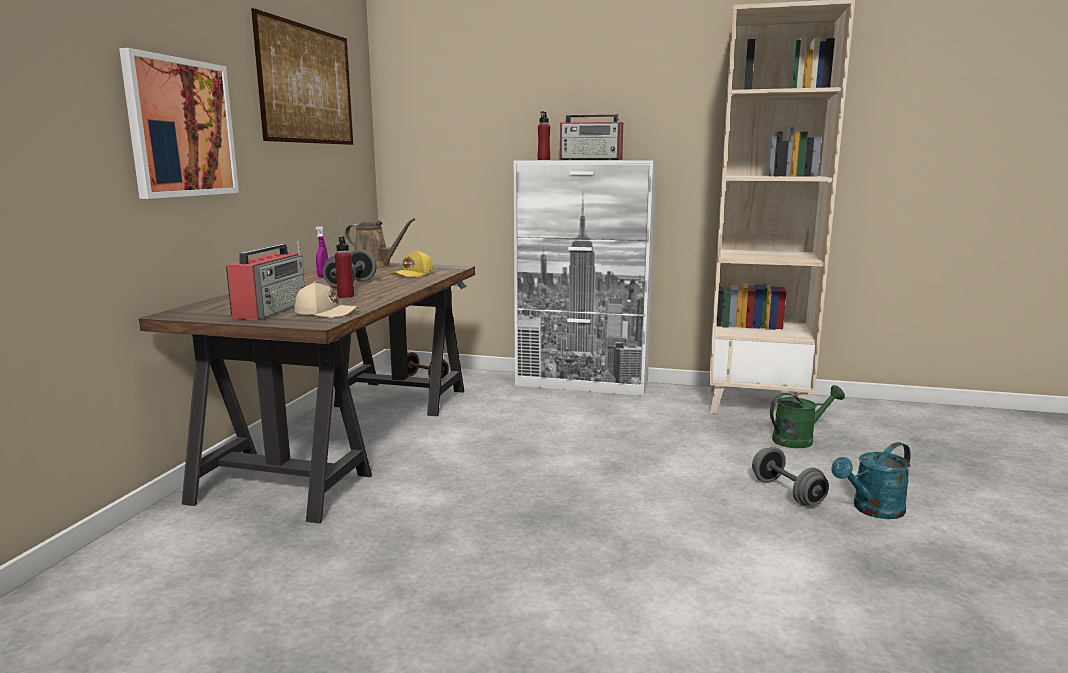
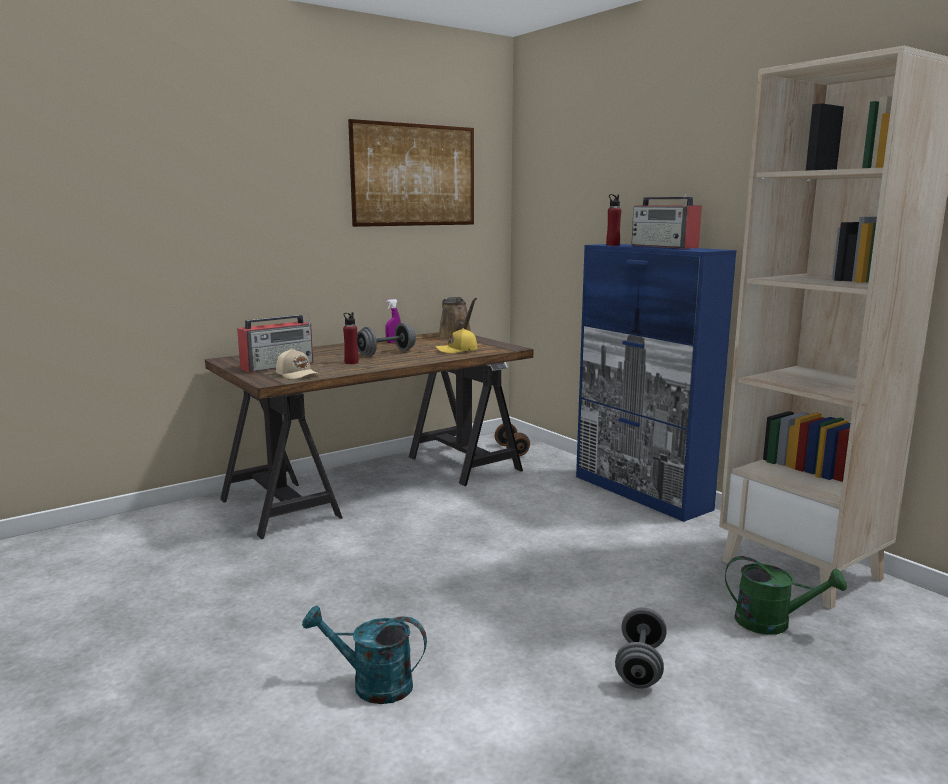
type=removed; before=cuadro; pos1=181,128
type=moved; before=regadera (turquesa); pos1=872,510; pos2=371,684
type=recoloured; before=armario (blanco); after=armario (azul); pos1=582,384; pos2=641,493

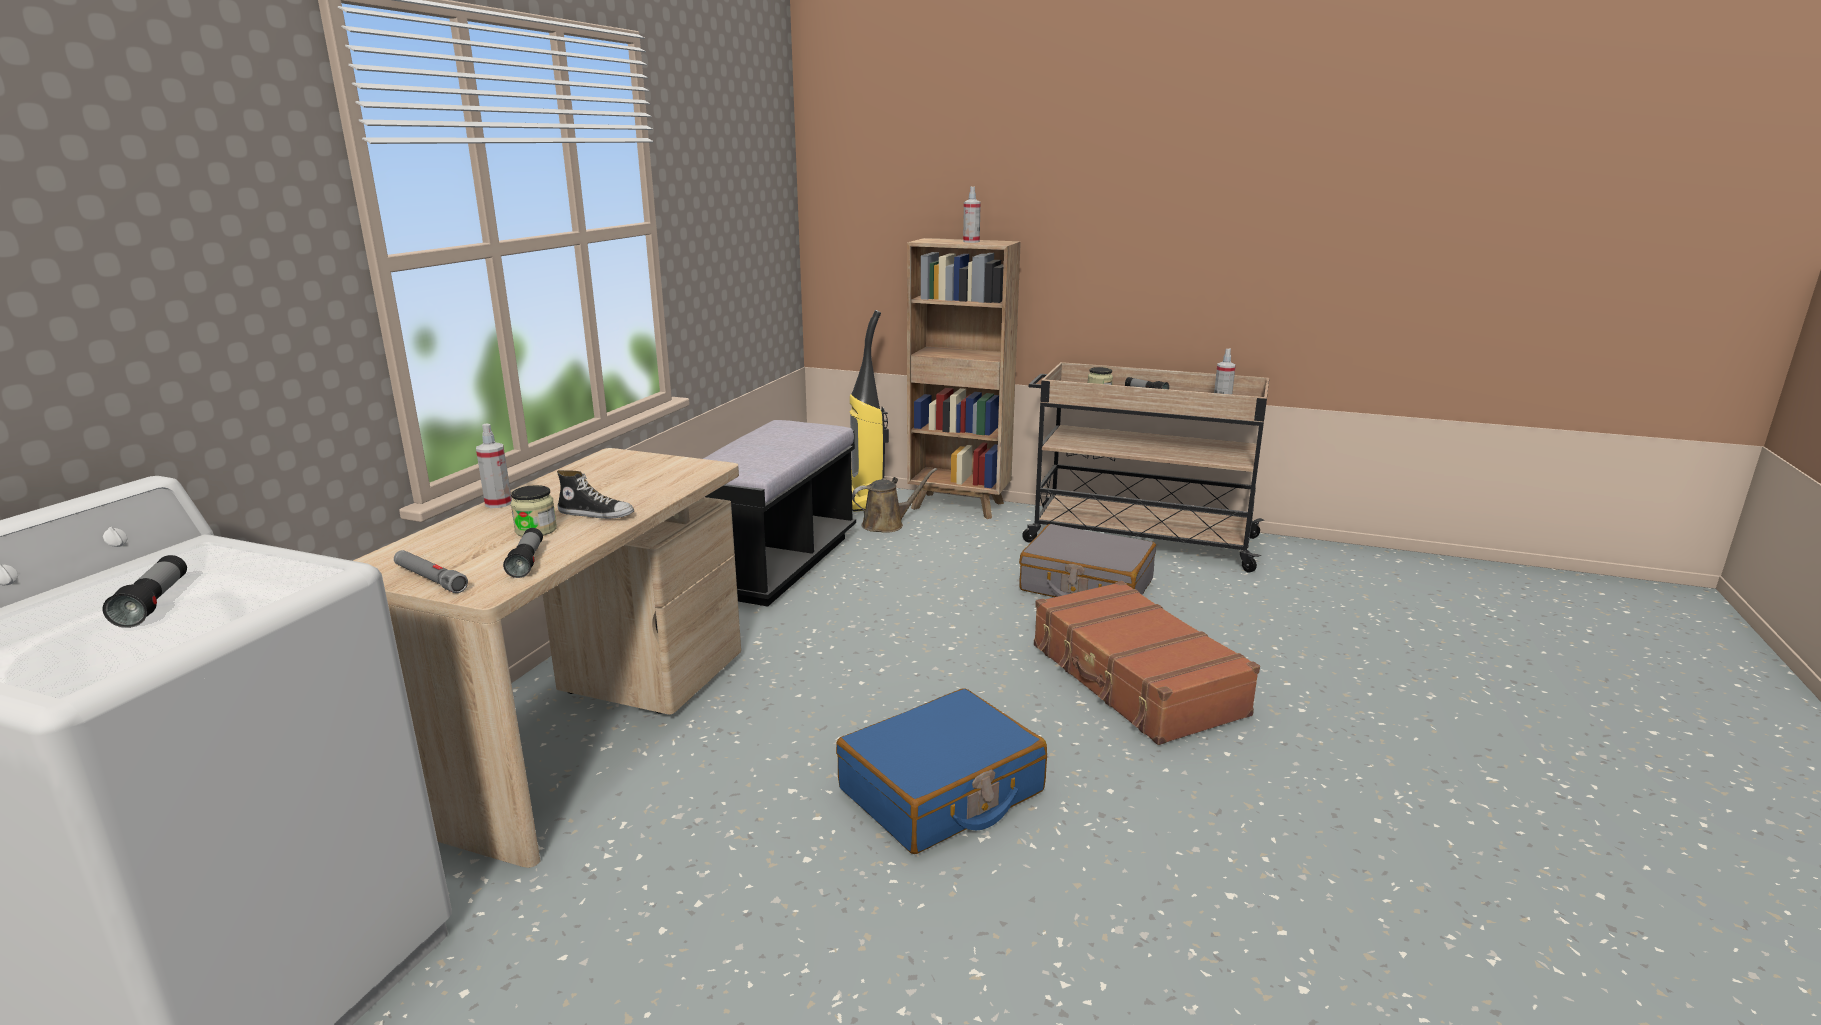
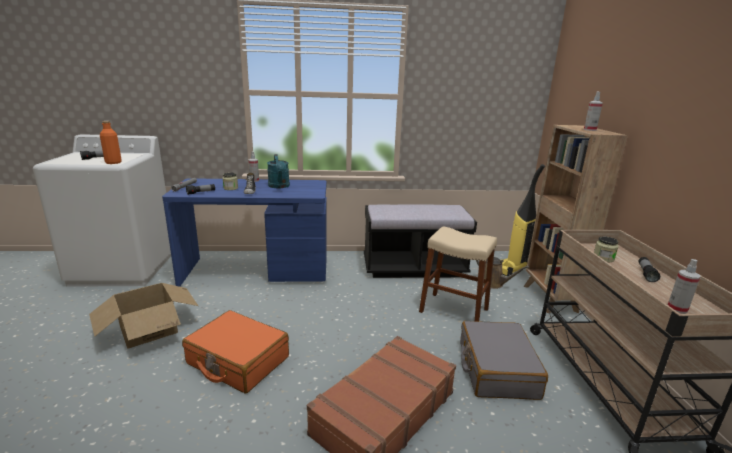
type=added; after=caja de cartón; pos2=149,329
type=added; after=botella (naranja); pos2=113,162
type=added; after=regadera (turquesa); pos2=279,186
type=added; after=taburete (beis); pos2=454,310
type=recoloured; before=escritorio (beis); after=escritorio (azul); pos1=588,729; pos2=257,271
type=recoloured; before=maleta (azul); after=maleta (naranja); pos1=942,791; pos2=237,361

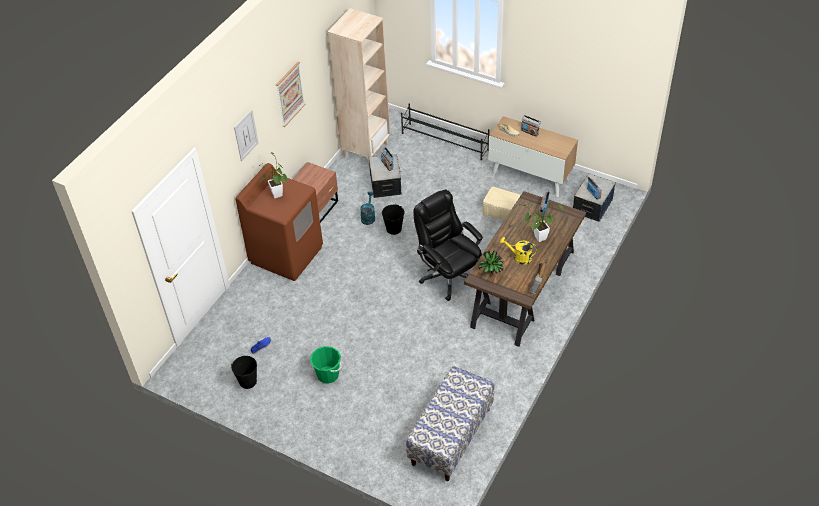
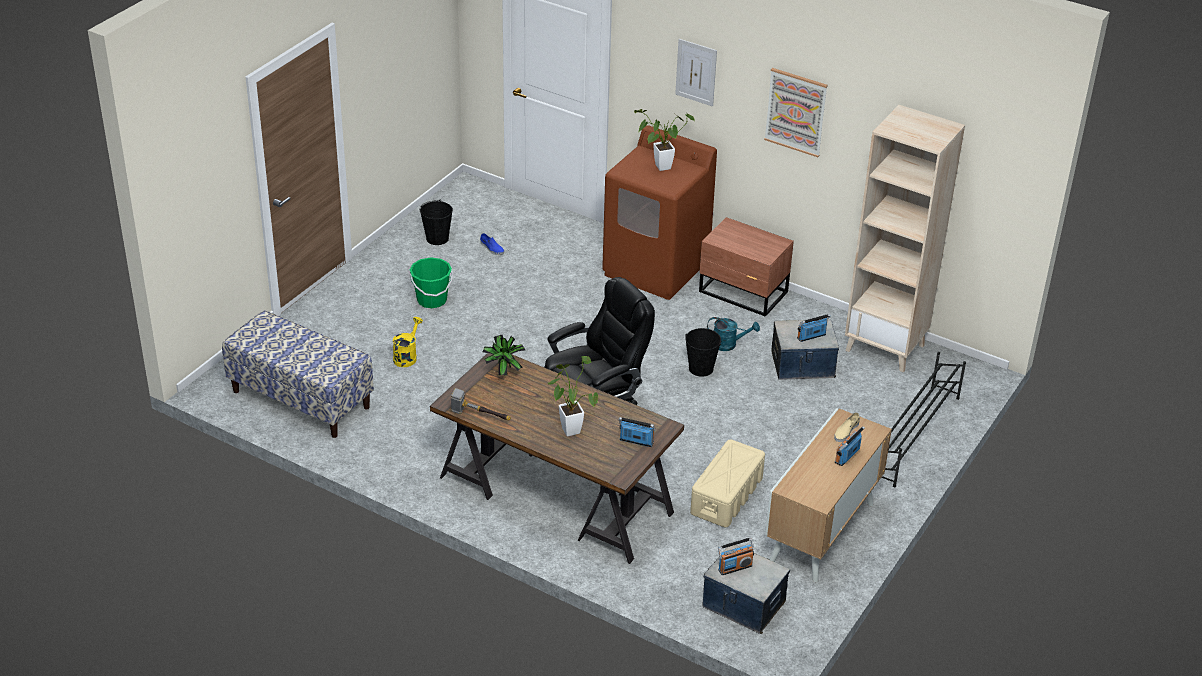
type=moved; before=regadera (amarillo); pos1=519,257; pos2=407,356

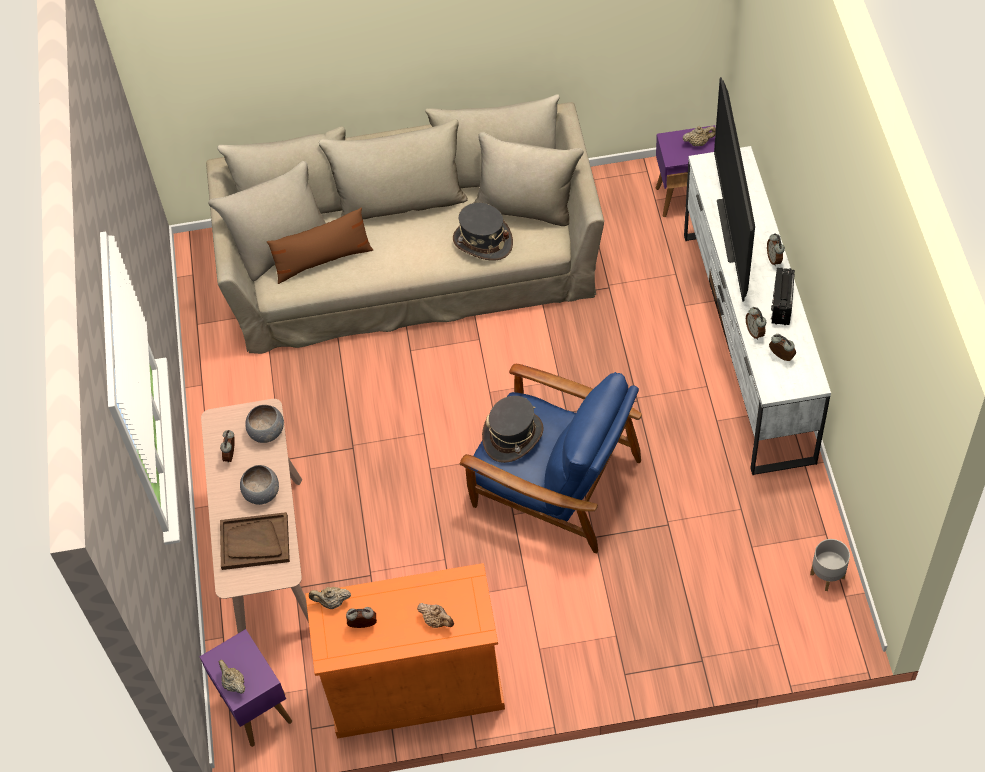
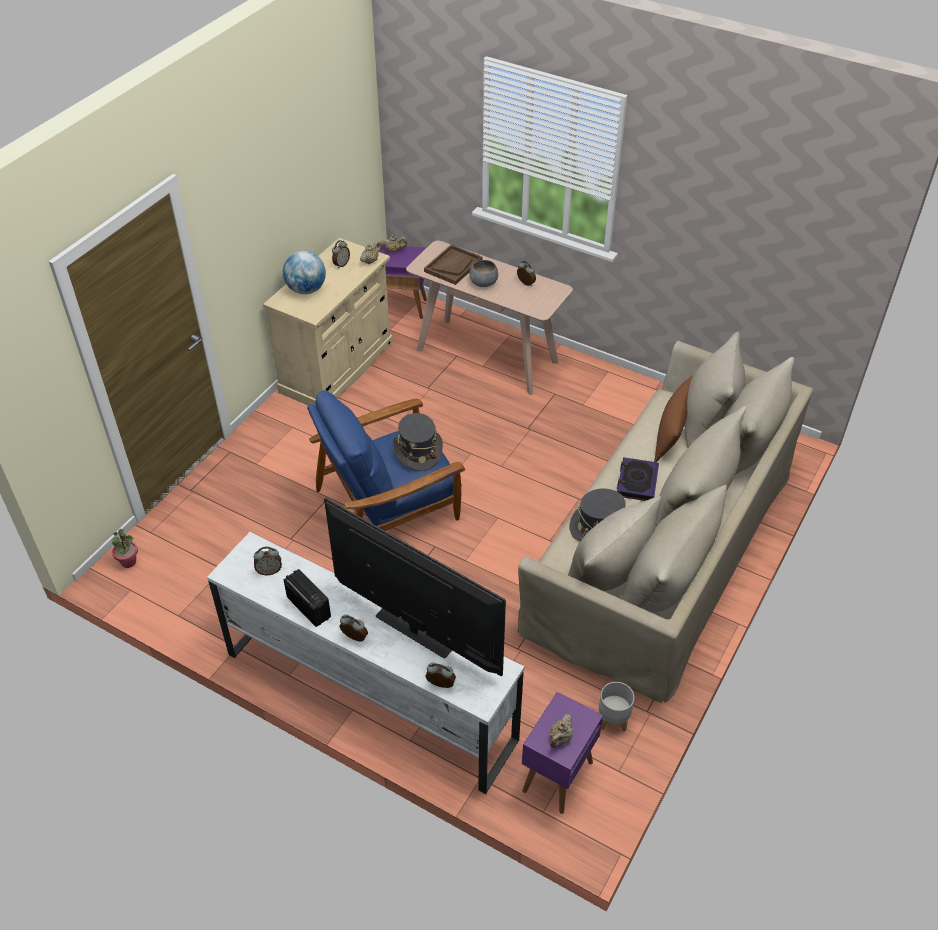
type=removed; before=cuenco (gris); pos1=266,432
type=added; after=planta en maceta; pos2=128,562
type=added; after=libro; pos2=637,482
type=moved; before=despertador; pos1=755,332; pos2=440,685
type=moved; before=maceta (gris); pos1=827,576; pos2=612,720
type=replaced; before=tetera (beis); after=globo terráqueo; pos1=437,621; pos2=306,290
type=recoloured; before=armario (naranja); after=armario (beis); pos1=415,686; pos2=337,367

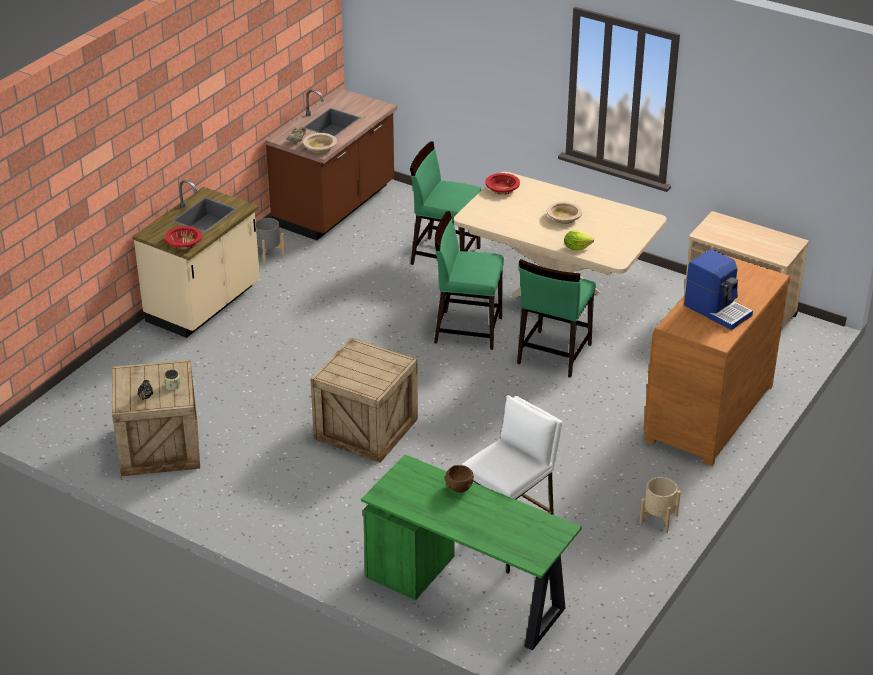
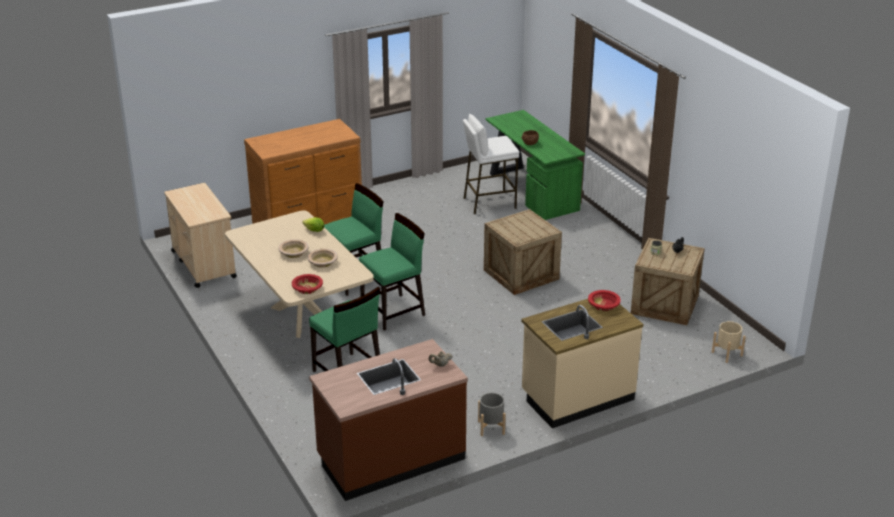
type=removed; before=cafetera; pos1=717,310
type=moved; before=cuenco (beis); pos1=320,148; pos2=322,262
type=moved; before=maceta (beis); pos1=658,519; pos2=727,354
type=turned; before=silla (verde); pos1=467,329; pos2=393,312; turn=-75

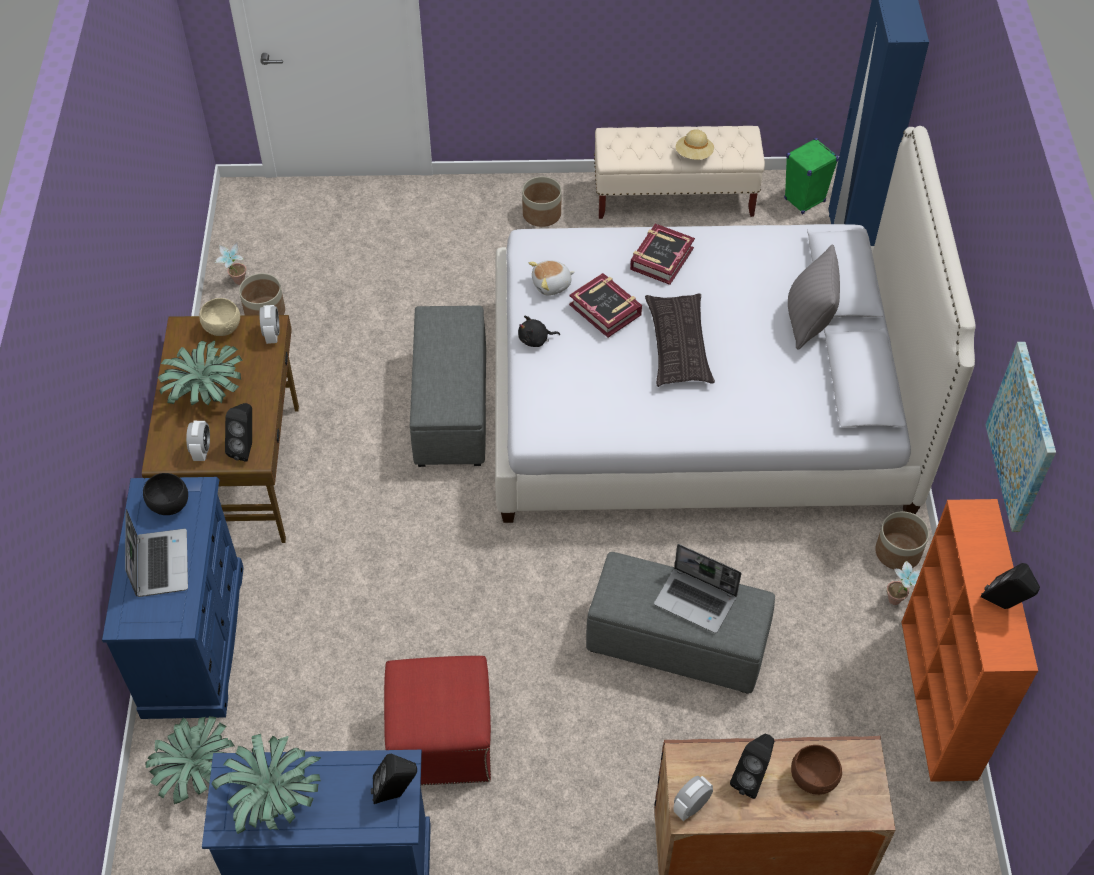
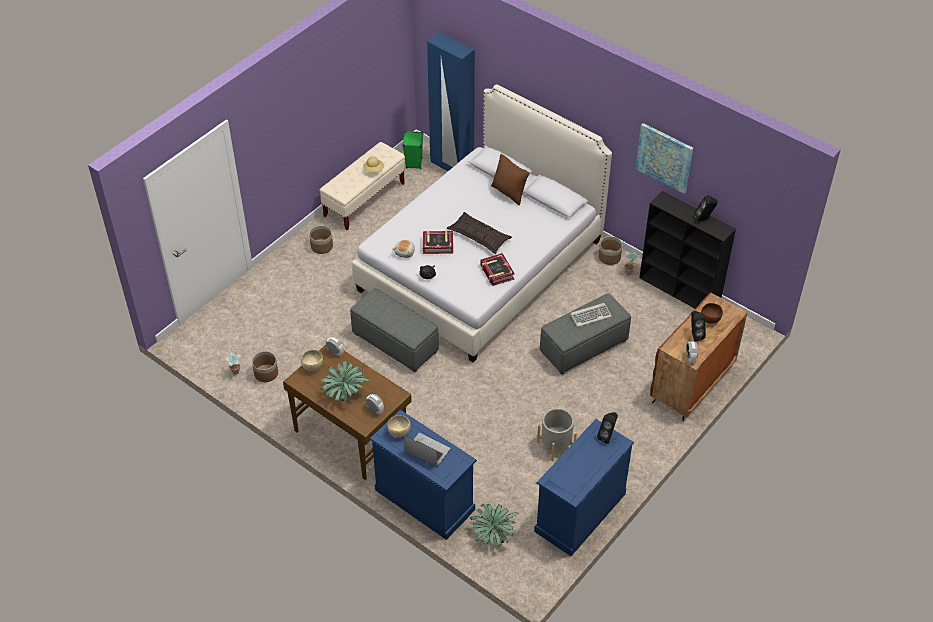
type=removed; before=planta en maceta; pos1=273,797
type=removed; before=altavoz (negro); pos1=246,448
type=moved; before=libro; pos1=661,258; pos2=496,272
type=replaced; before=puf (rojo); after=maceta (gris); pos1=440,741; pos2=556,446
type=replaced; before=portátil; after=teclado; pos1=696,601; pos2=590,315
type=recoloured; before=cuenco (negro); after=cuenco (beis); pos1=169,506; pos2=399,432
type=recoloured; before=cojín (gris); after=cojín (marrón); pos1=808,321; pos2=509,193
type=recoloured; before=estantería (naranja); after=estantería (negro); pos1=939,700; pos2=680,291

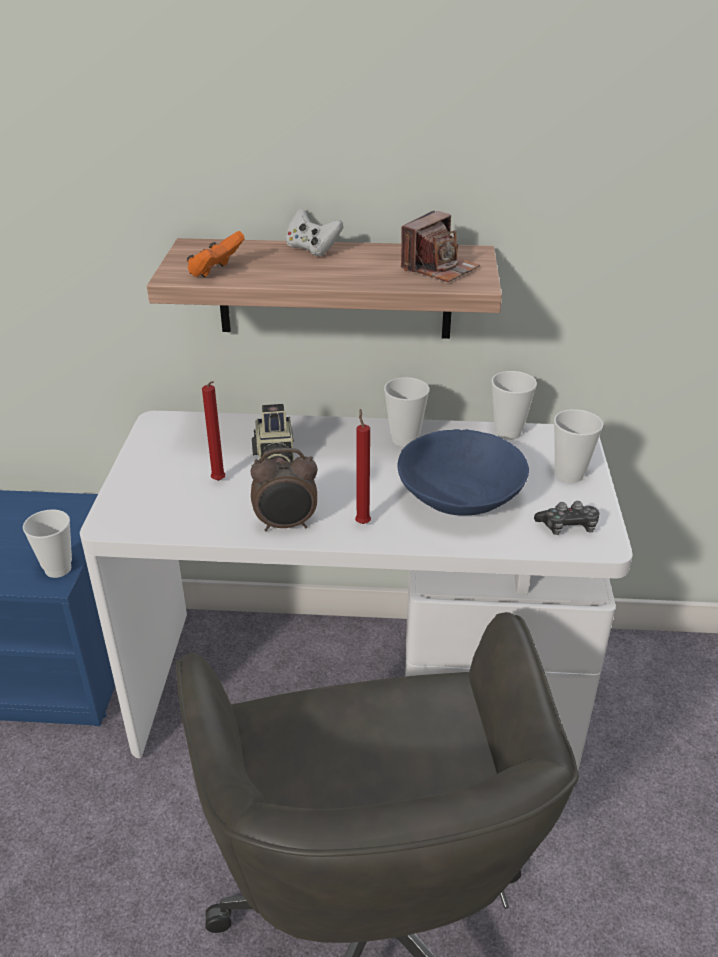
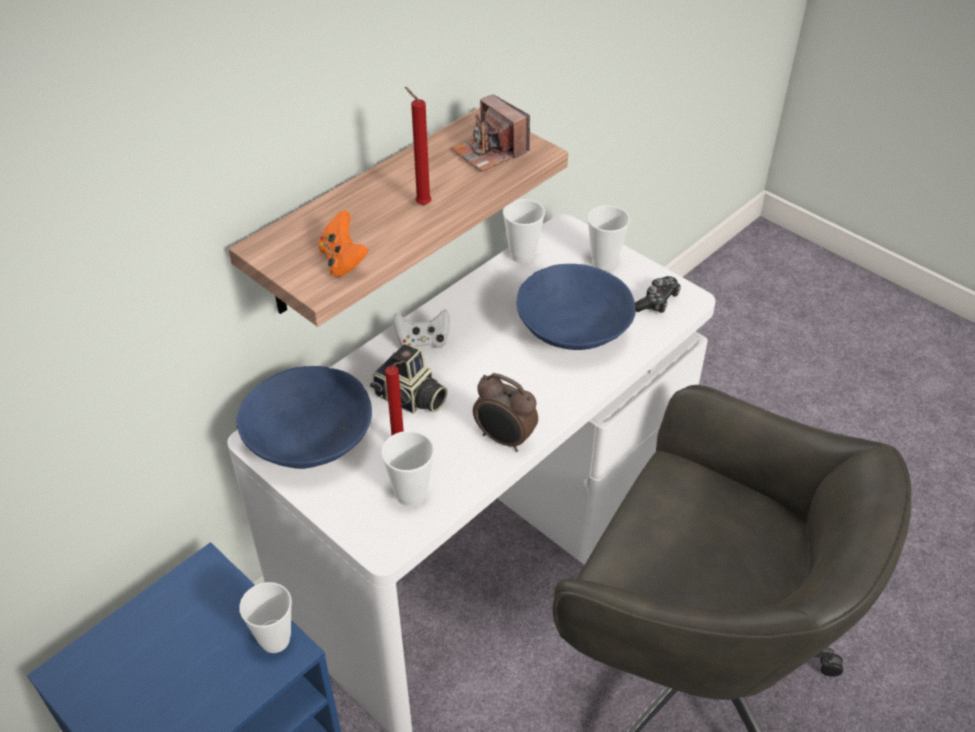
type=added; after=cuenco (azul); pos2=310,440
type=moved; before=mando de consola (blanco); pos1=312,249; pos2=423,341
type=moved; before=vela (rojo); pos1=362,522; pos2=421,204
type=moved; before=taza; pos1=404,439; pos2=411,494
type=turned; before=despertador; pos1=286,525; pos2=504,439; turn=90
type=turned; before=cámara; pos1=439,268; pos2=490,152; turn=150

